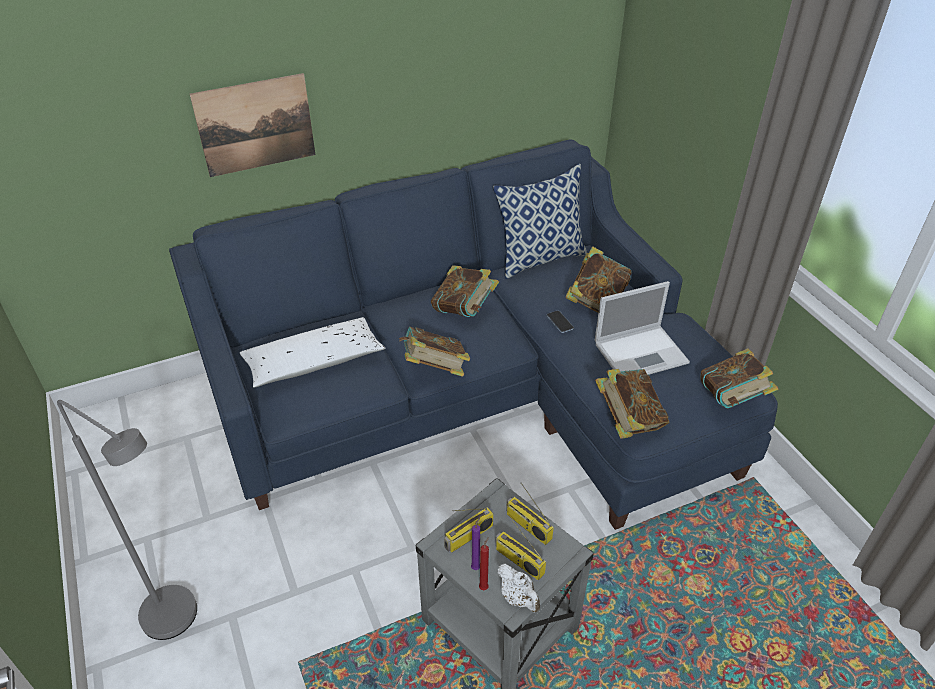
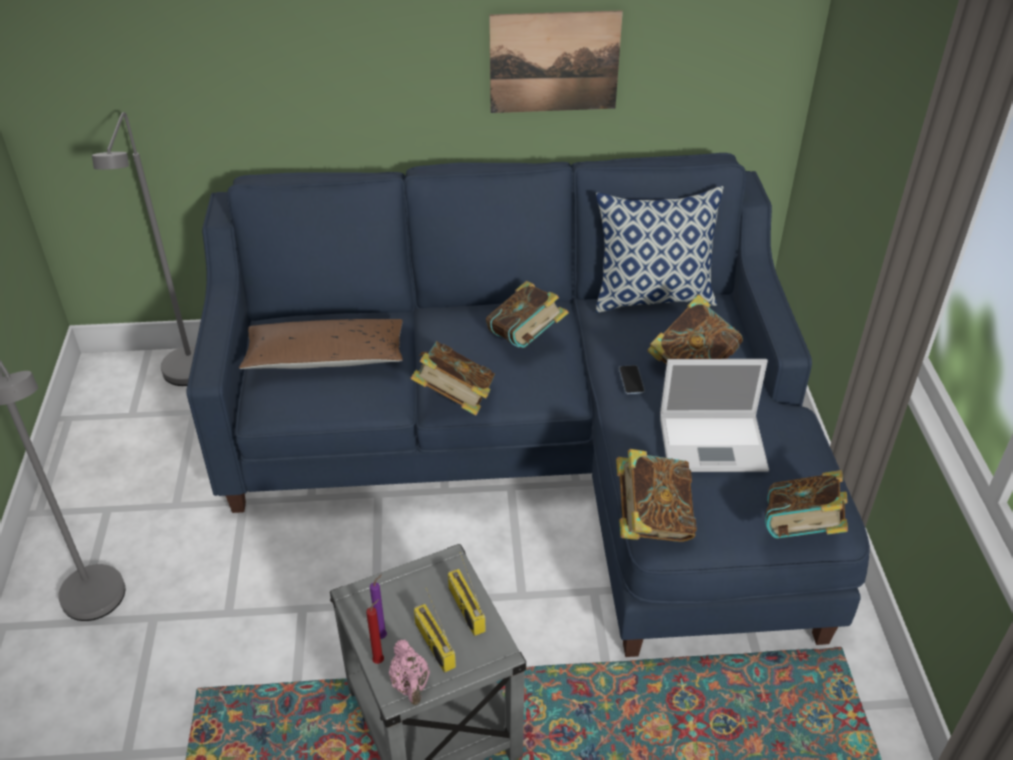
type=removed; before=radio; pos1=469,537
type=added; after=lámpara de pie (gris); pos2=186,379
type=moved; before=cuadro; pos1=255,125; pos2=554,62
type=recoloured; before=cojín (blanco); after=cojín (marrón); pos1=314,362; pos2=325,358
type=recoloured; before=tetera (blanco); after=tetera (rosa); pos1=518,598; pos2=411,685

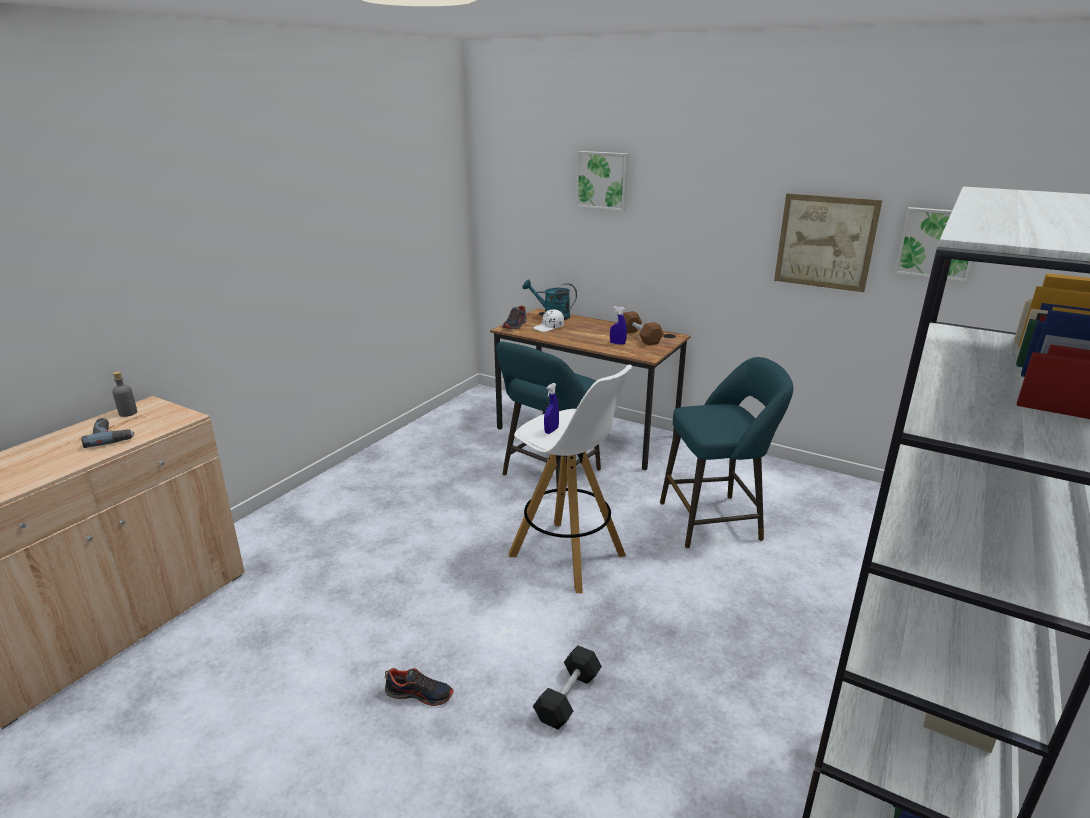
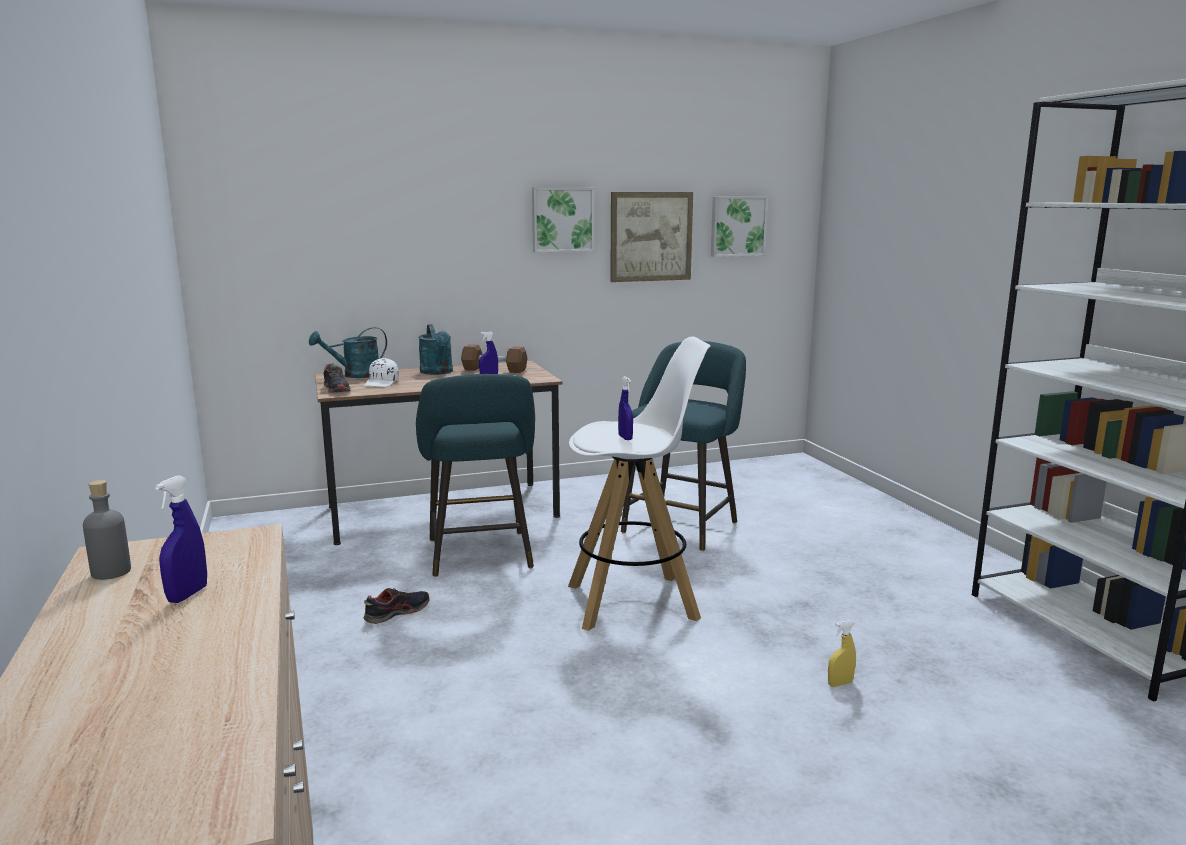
type=added; after=regadera (turquesa); pos2=438,372
type=moved; before=zapato; pos1=419,694; pos2=397,612
type=moved; before=cuadro; pos1=602,180; pos2=562,219
type=replaced; before=taladro; after=pulverizador (azul); pos1=111,436; pos2=187,595
type=replaced; before=mancuerna (negro); after=pulverizador (amarillo); pos1=568,697; pos2=840,684

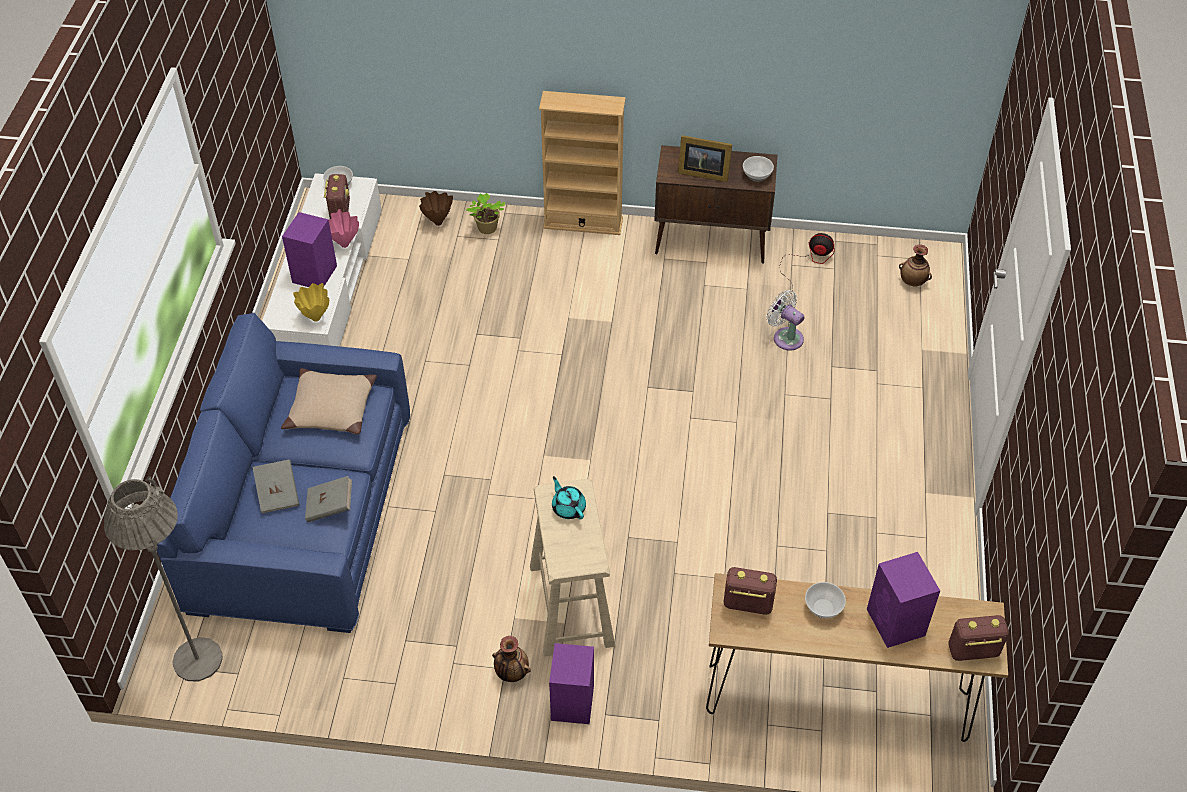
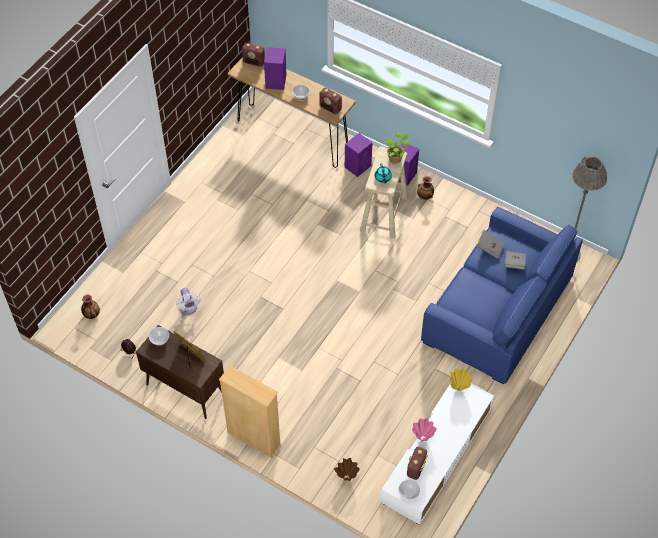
type=removed; before=cojín (beis); pos1=331,409
type=moved; before=altavoz (morado); pos1=314,275; pos2=358,166
type=moved; before=planta en maceta; pos1=486,229; pos2=396,158

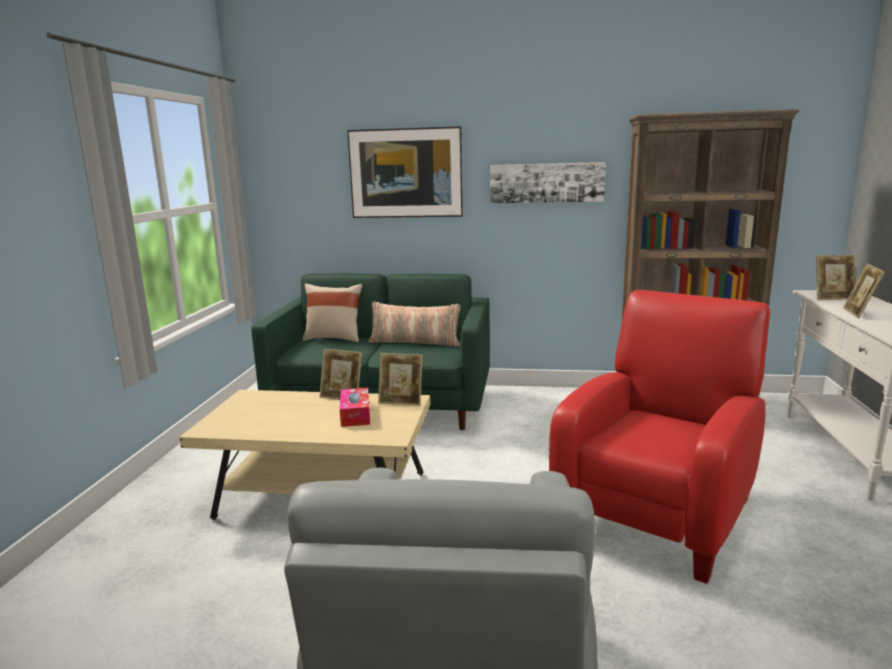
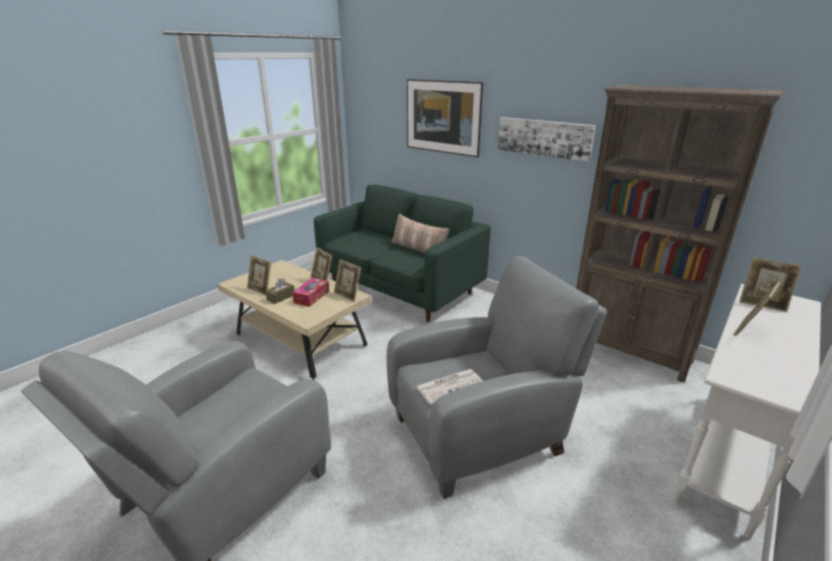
type=removed; before=cojín (beis); pos1=334,338
type=added; after=portarretratos; pos2=261,290
type=added; after=caja de pañuelos (marrón); pos2=281,297
type=added; after=periódico; pos2=450,386
type=recoloured; before=sillón (rojo); after=sillón (gris); pos1=659,510; pos2=482,433

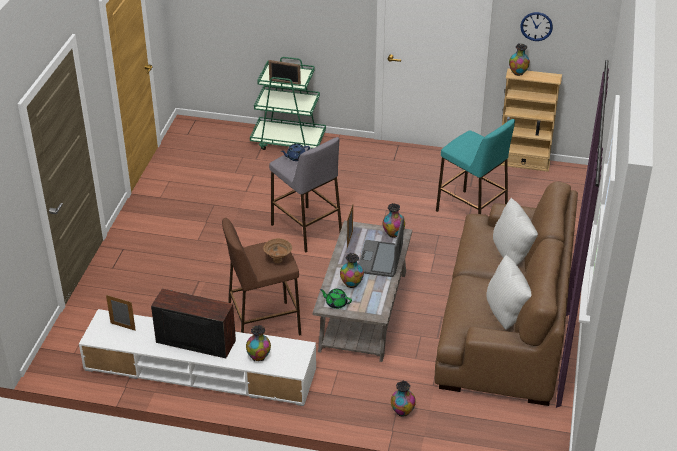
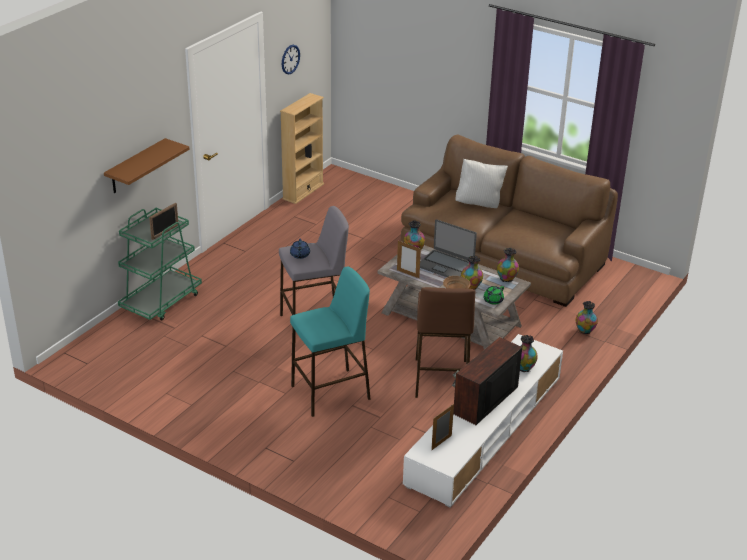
type=removed; before=cojín (blanco); pos1=506,314
type=added; after=estante (marrón); pos2=136,167
type=moved; before=taburete (turquesa); pos1=472,212; pos2=331,392
type=moved; before=florero; pos1=518,73; pos2=506,279

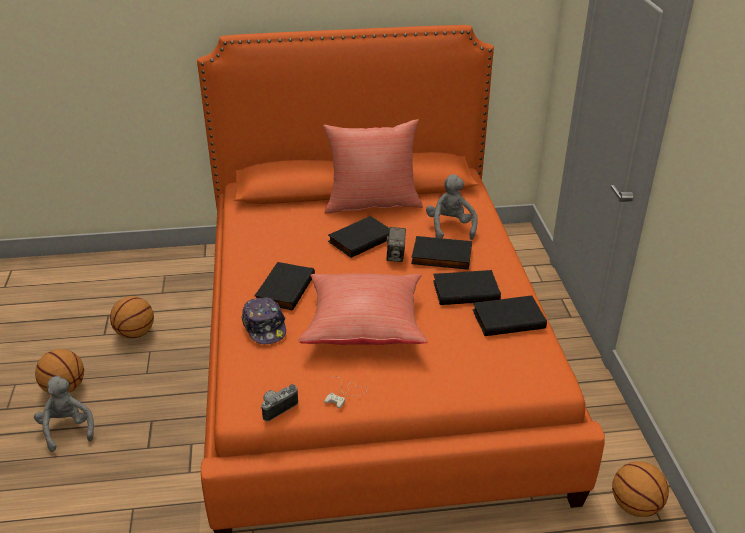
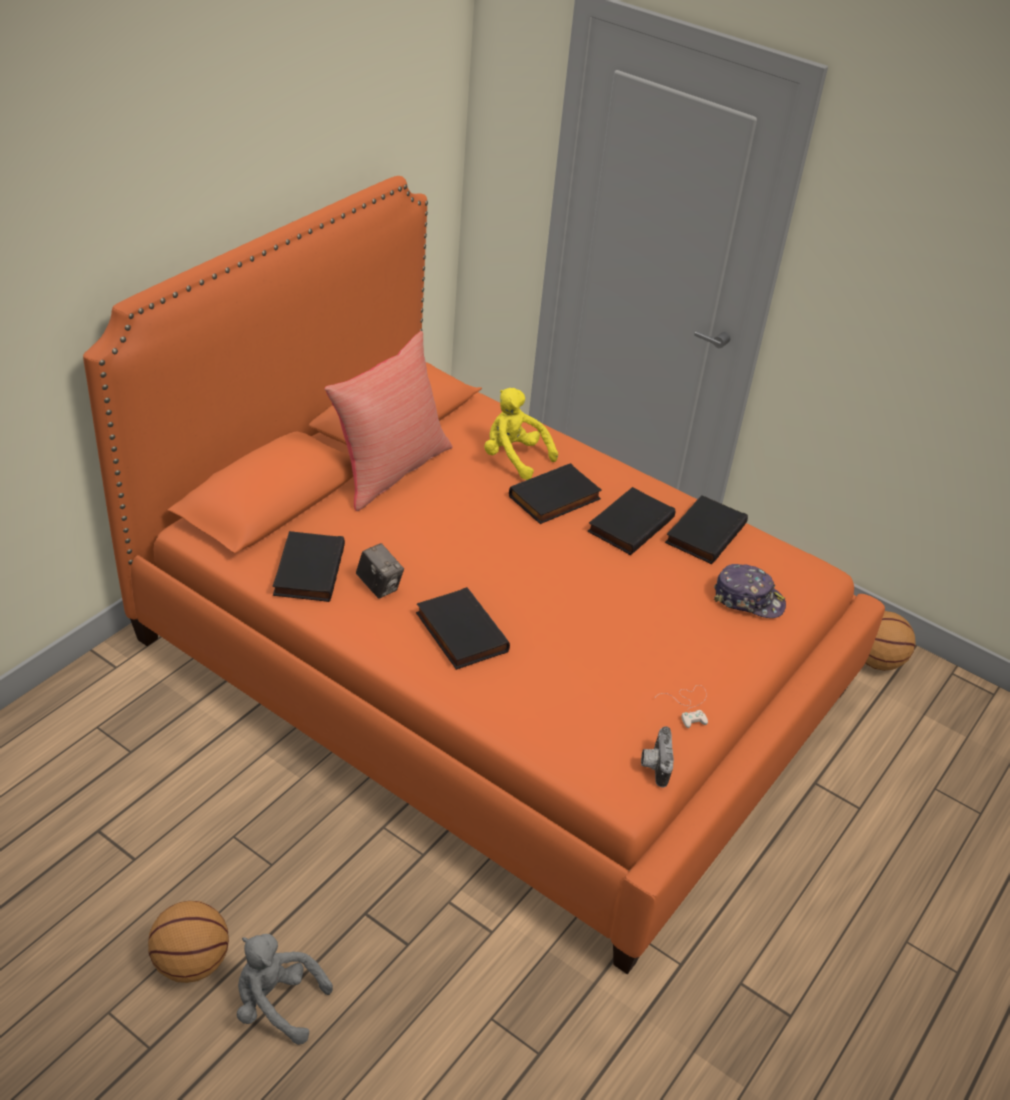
type=removed; before=balón de baloncesto; pos1=135,333
type=removed; before=cojín (rojo); pos1=364,326
type=moved; before=gorra; pos1=264,327; pos2=748,599
type=moved; before=libro (negro); pos1=360,239; pos2=307,570
type=moved; before=cámara; pos1=395,256; pos2=379,586
type=recoloured; before=peluche (gris); after=peluche (amarillo); pos1=450,227; pos2=514,458

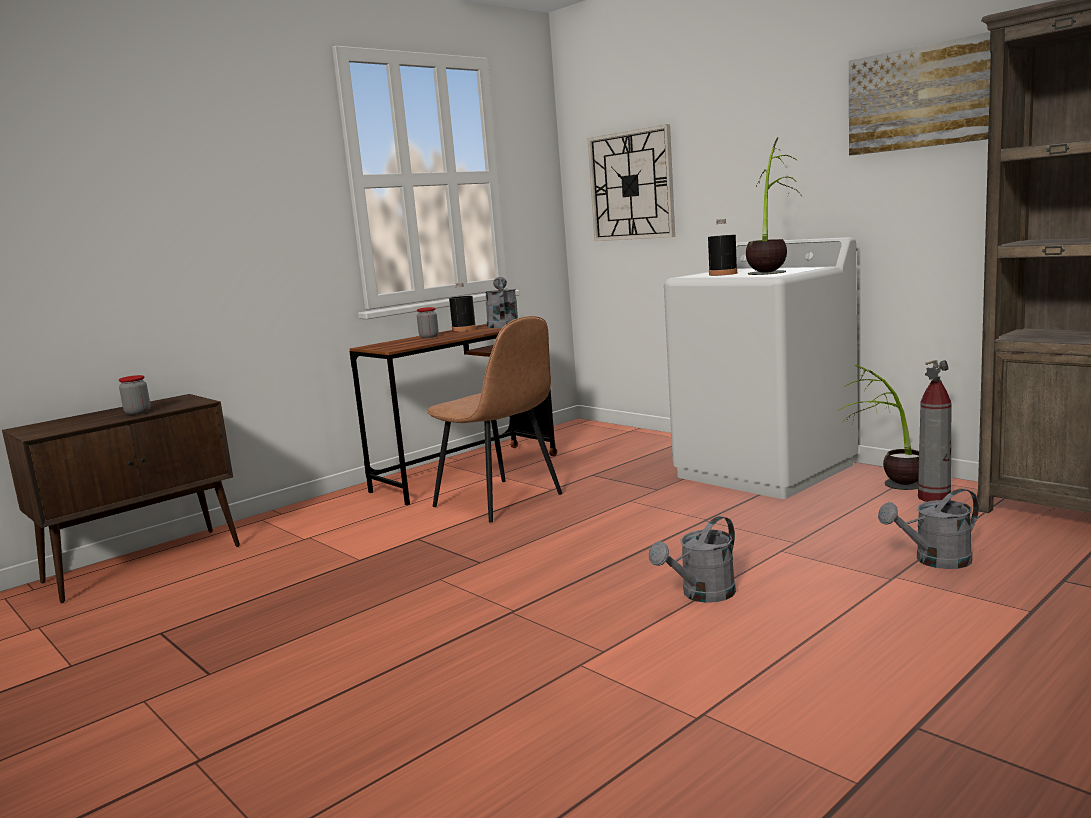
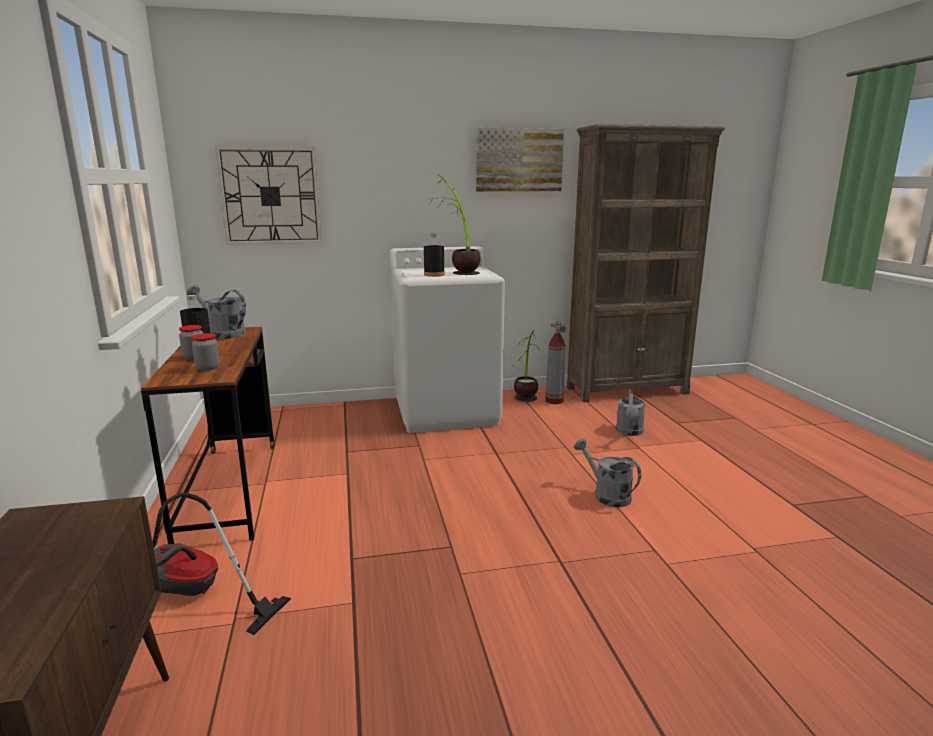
type=removed; before=silla (marrón); pos1=500,501
type=added; after=aspiradora; pos2=196,596
type=moved; before=tarro; pos1=138,412; pos2=208,368
type=turned; before=regadera (gris); pos1=702,595; pos2=606,494; turn=150

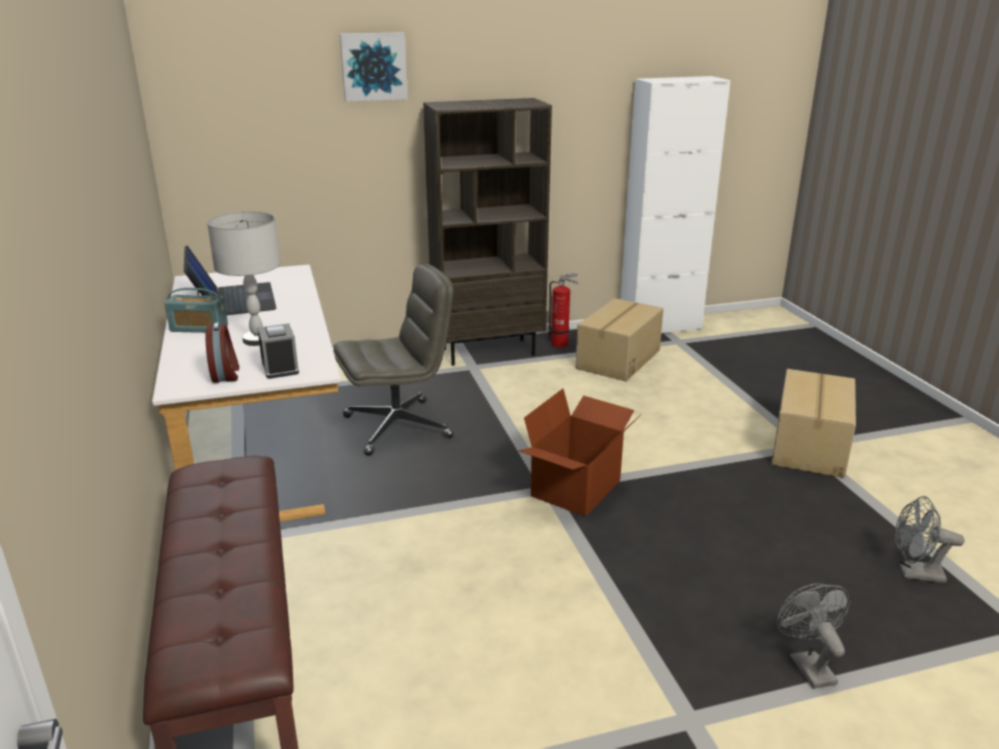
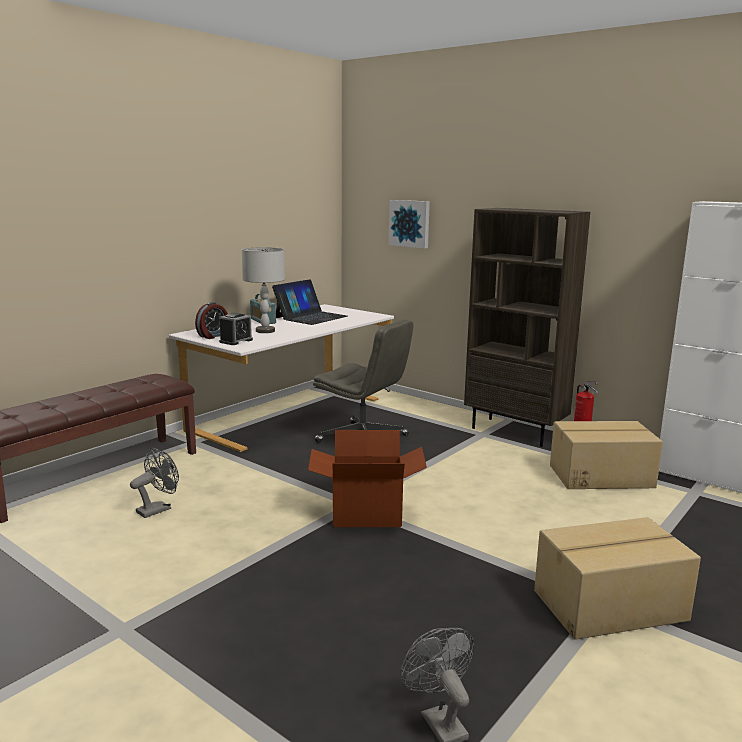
type=moved; before=cuadro; pos1=373,66; pos2=410,223
type=moved; before=ventilador (gris); pos1=807,665; pos2=158,509

